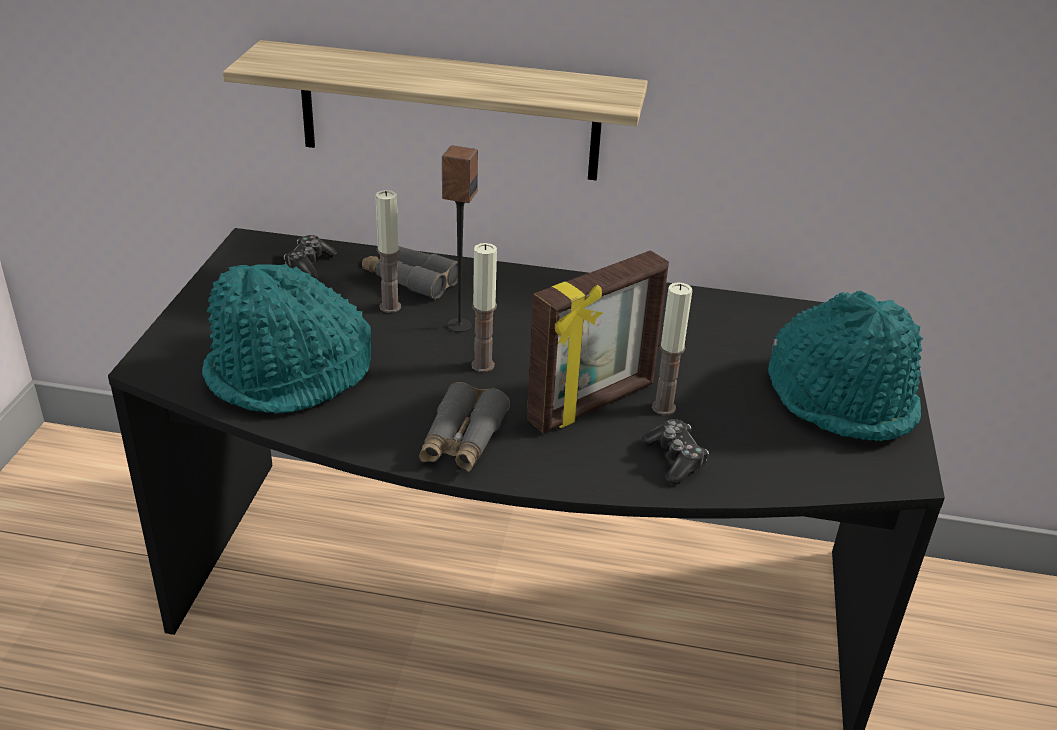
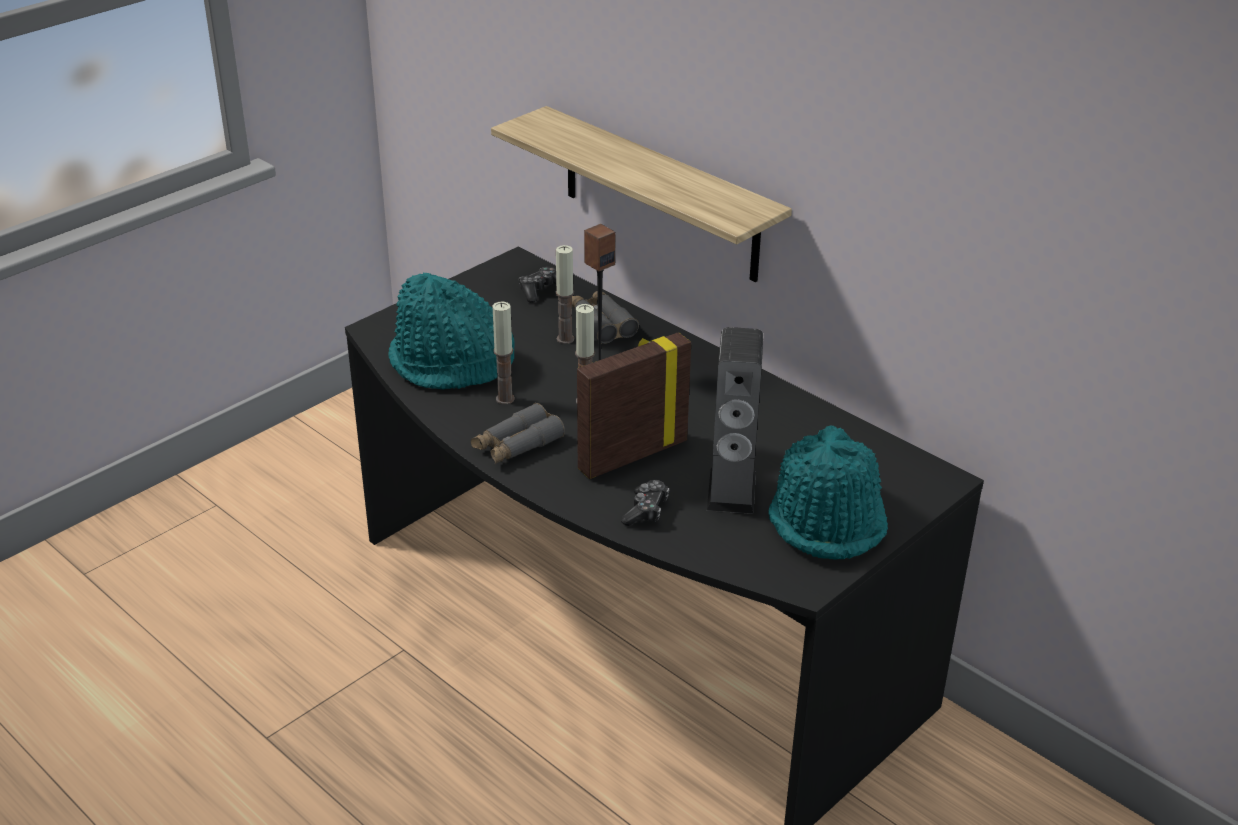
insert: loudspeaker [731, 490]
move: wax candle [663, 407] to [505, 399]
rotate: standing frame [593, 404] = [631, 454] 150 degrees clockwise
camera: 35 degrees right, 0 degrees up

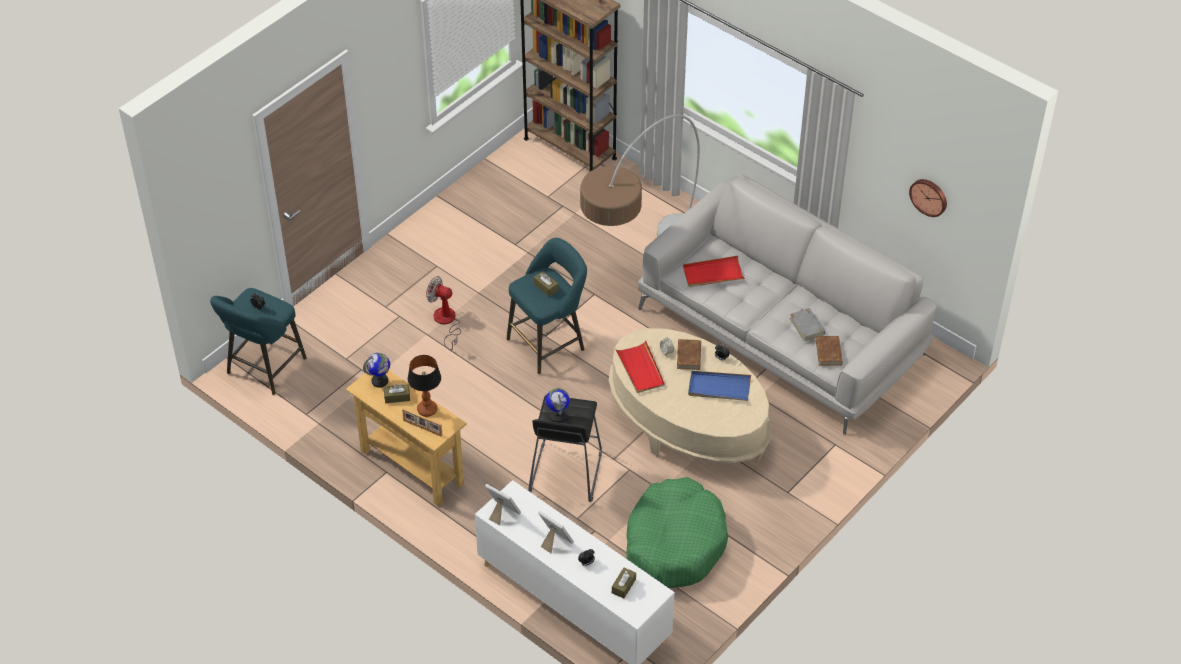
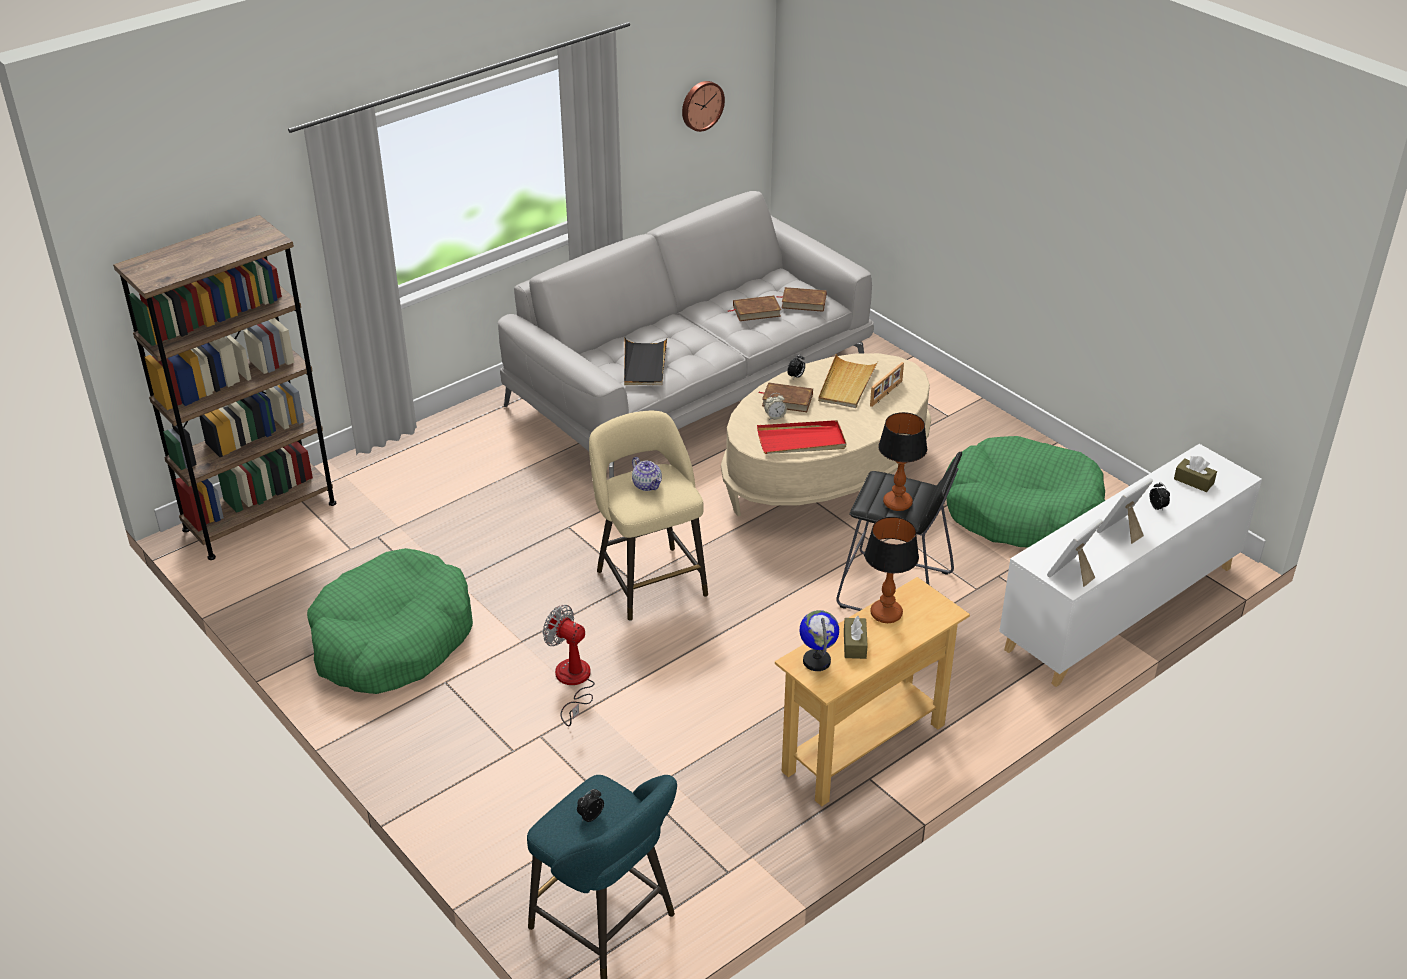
delete: standard lamp [639, 267]
insert: dog bed (green-coloured) [392, 639]
move: standing frame [422, 428] to [887, 393]
replace: tissue holder (brown-coloured) [546, 287] to pot for tea [647, 485]; desk globe [557, 416] to lamp for a table [897, 503]
recolor: sitting stool (turquoise-coloured) [549, 343] to sitting stool (beige-coloured) [649, 579]; serving tray (reddish) [713, 274] to serving tray (blackish) [644, 365]; serving tray (blue-coloured) [719, 388] to serving tray (beige-coloured) [846, 384]; volume (gray) [807, 326] to volume (brown-coloured) [756, 311]
rotate: electric fan [446, 322] = [573, 682] 90 degrees clockwise
camera: 80 degrees left, 10 degrees down

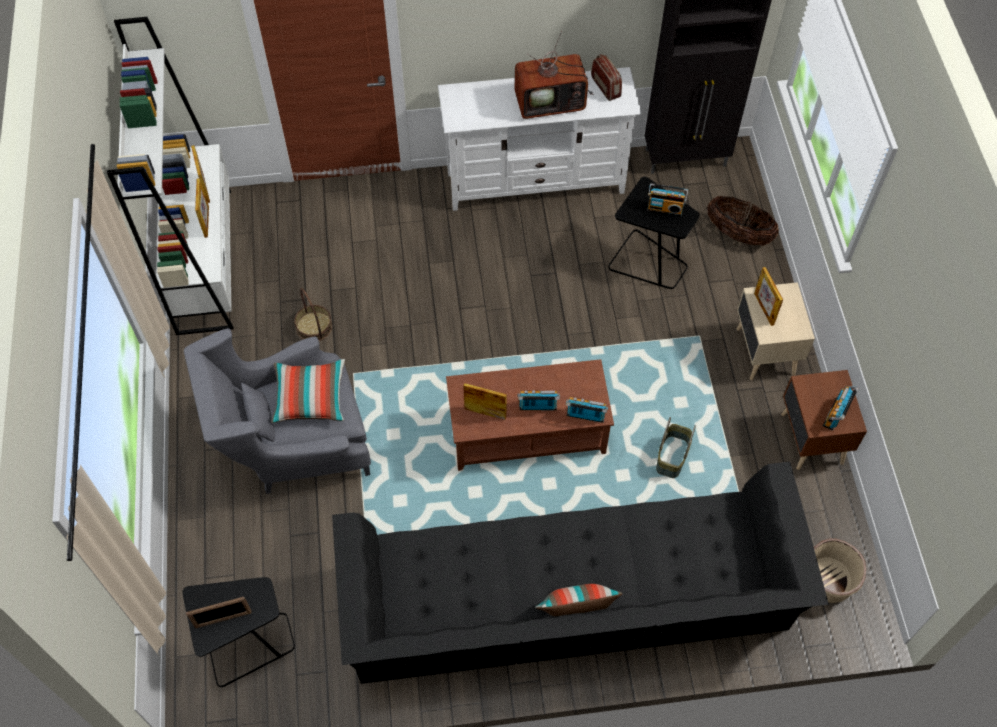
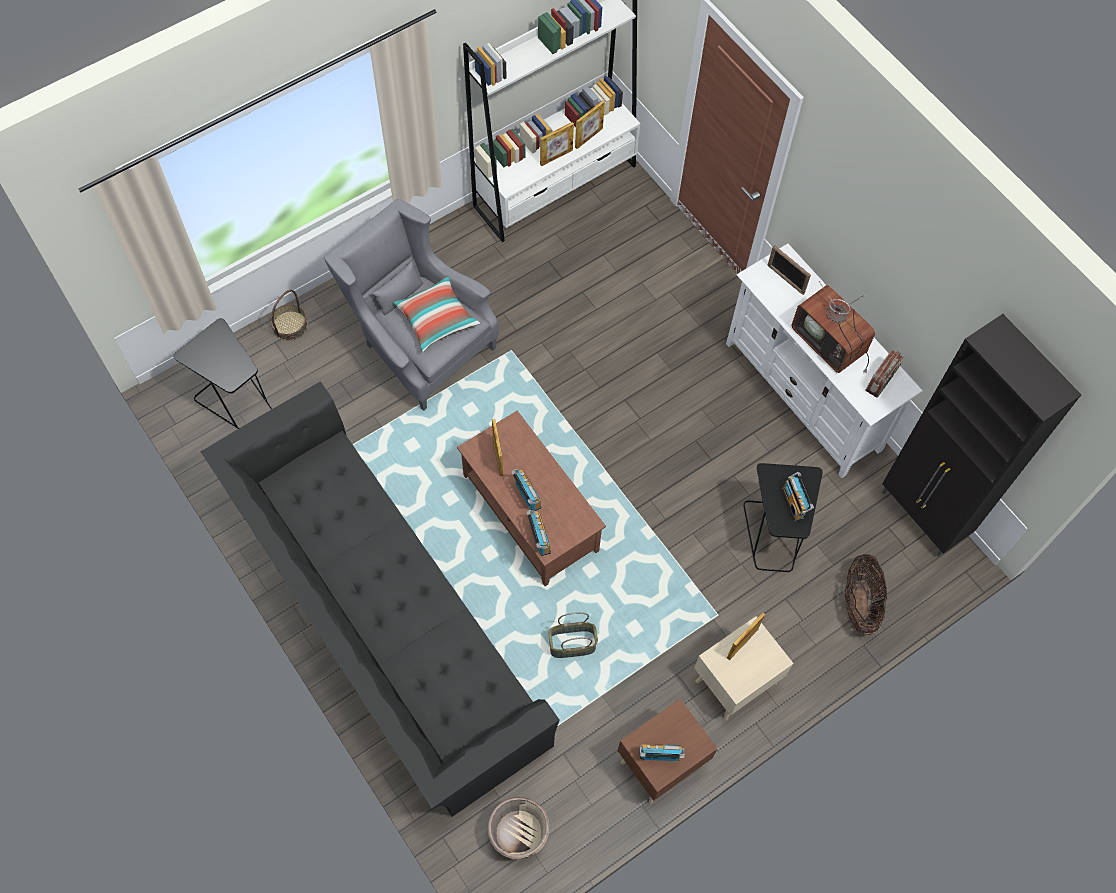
delete: pillow [575, 612]
move: standing frame [223, 619] to [785, 279]; storage basket [314, 326] to [290, 325]
camera: 60 degrees right, 5 degrees up

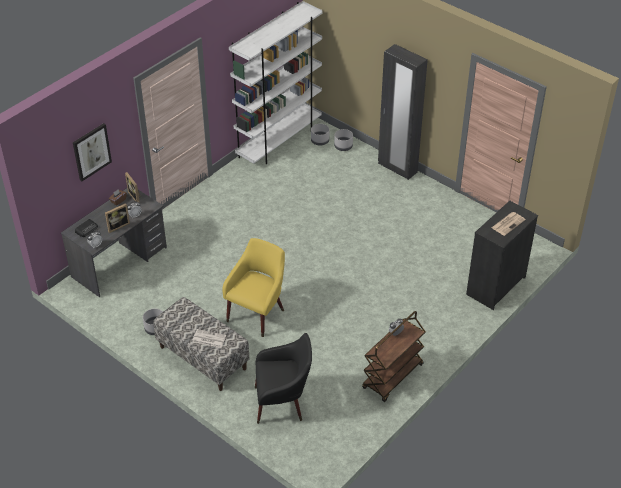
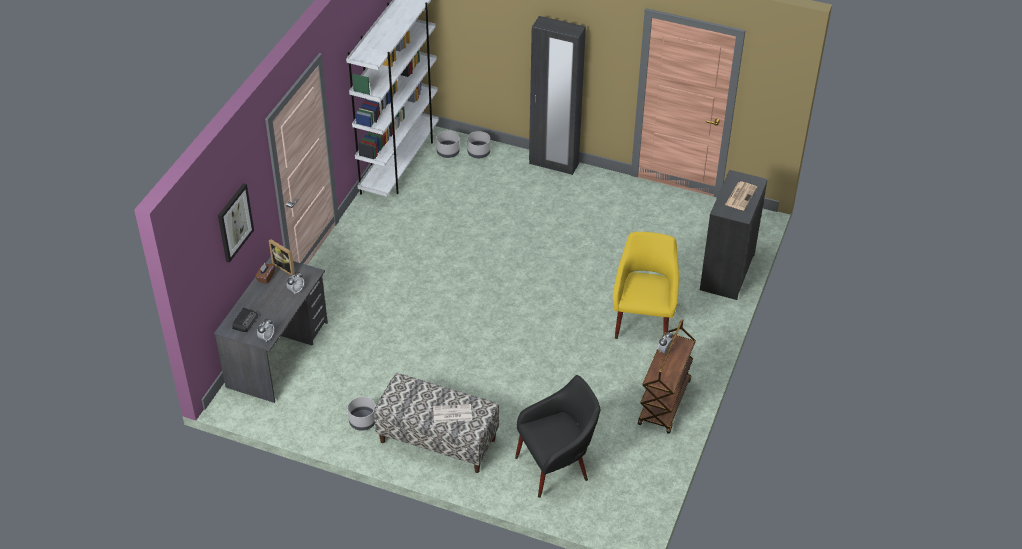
delete: standing frame [117, 226]
move: armchair (yellowish) [257, 312] to [643, 320]
camera: 20 degrees left, 0 degrees up

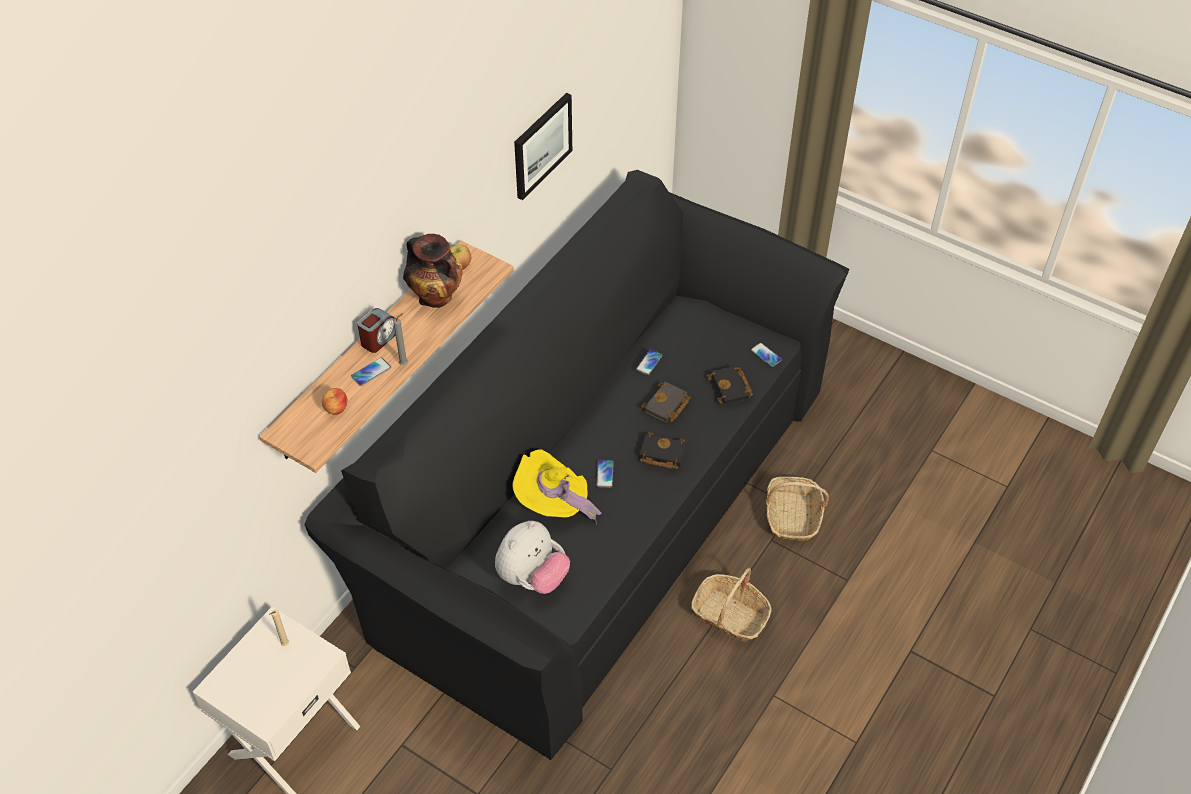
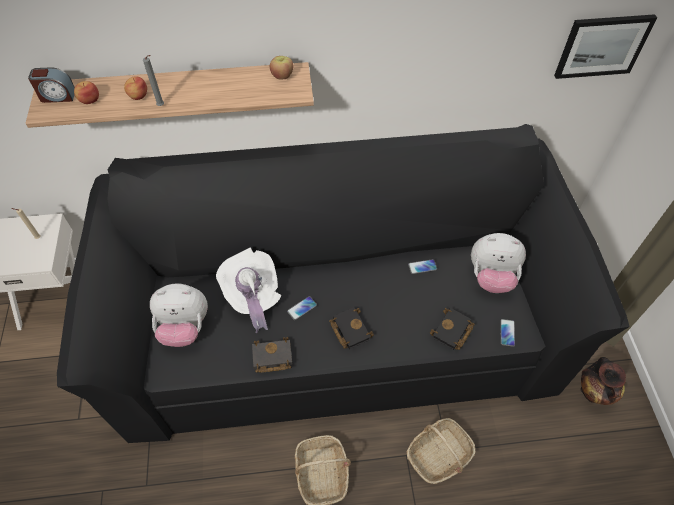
insert: soft toy [491, 277]
move: table clock [379, 339] to [57, 96]; flower vase [436, 298] to [593, 394]; wall art [541, 145] to [602, 46]; volume (blackish) [666, 406] to [271, 358]
replace: handset [371, 372] to apple [138, 95]
recolor: clothing hat (yellowish) [554, 503] to clothing hat (white-coloured) [252, 296]
camera: 50 degrees right, 5 degrees up

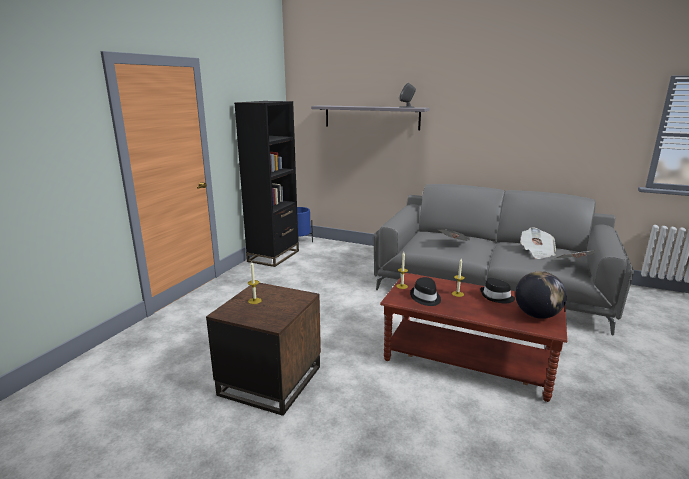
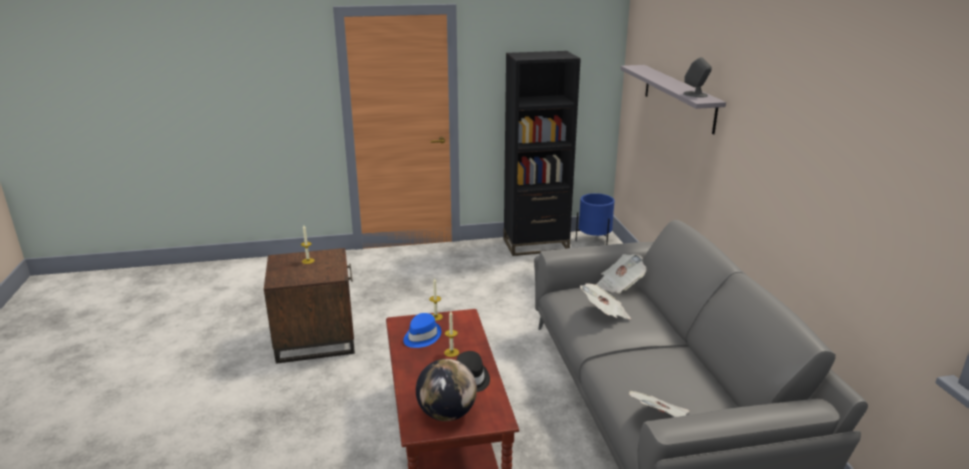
move: daily paper [536, 252] to [619, 285]
recolor: clothing hat (blackish) [425, 297] to clothing hat (blue-coloured) [421, 337]
camera: 55 degrees right, 5 degrees up

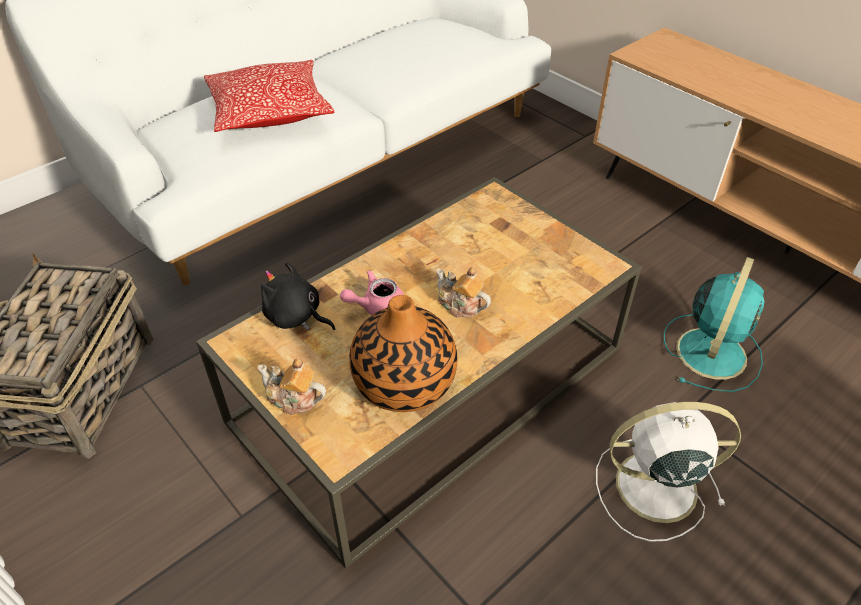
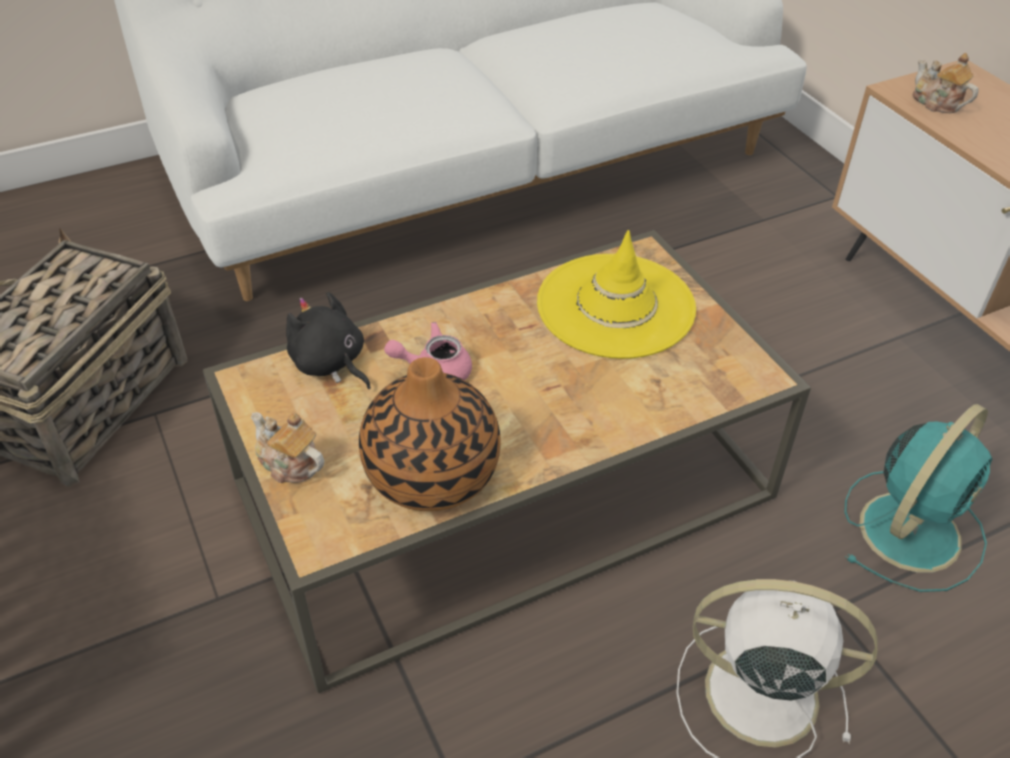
delete: pillow [270, 112]
insert: clothing hat (yellowish) [615, 306]
move: pot for tea [460, 305] to [936, 103]
camera: 15 degrees right, 0 degrees up

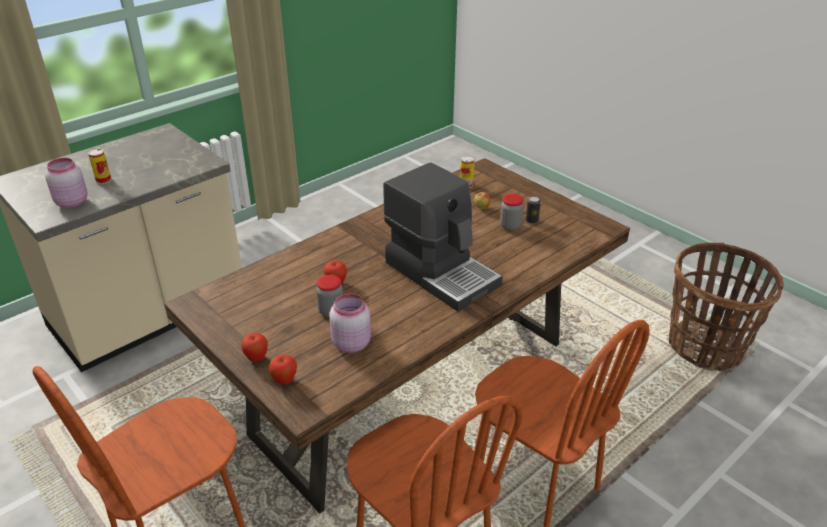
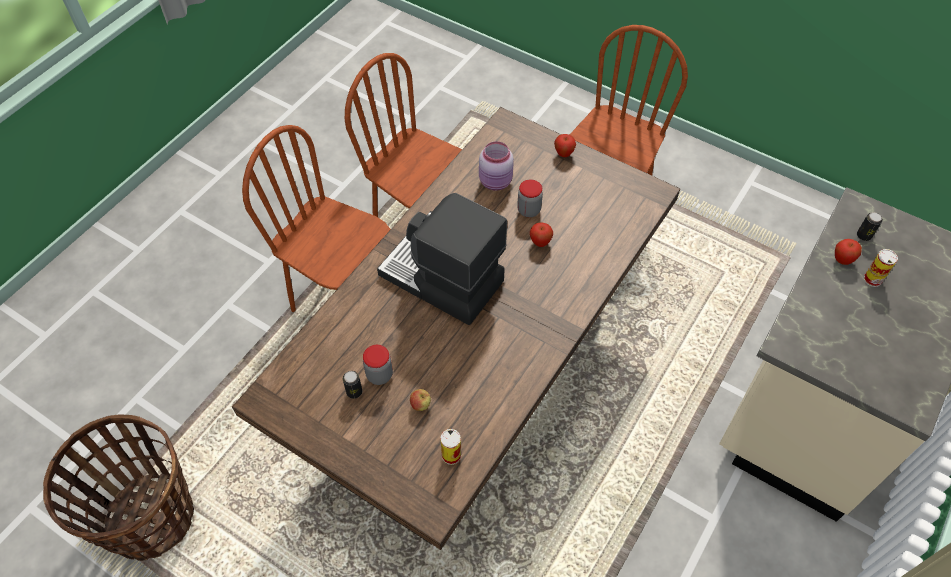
move: apple [284, 380] to [842, 260]
replace: preserve jar (pink) [72, 202] to metal can [863, 235]
camera: 165 degrees right, 20 degrees up

